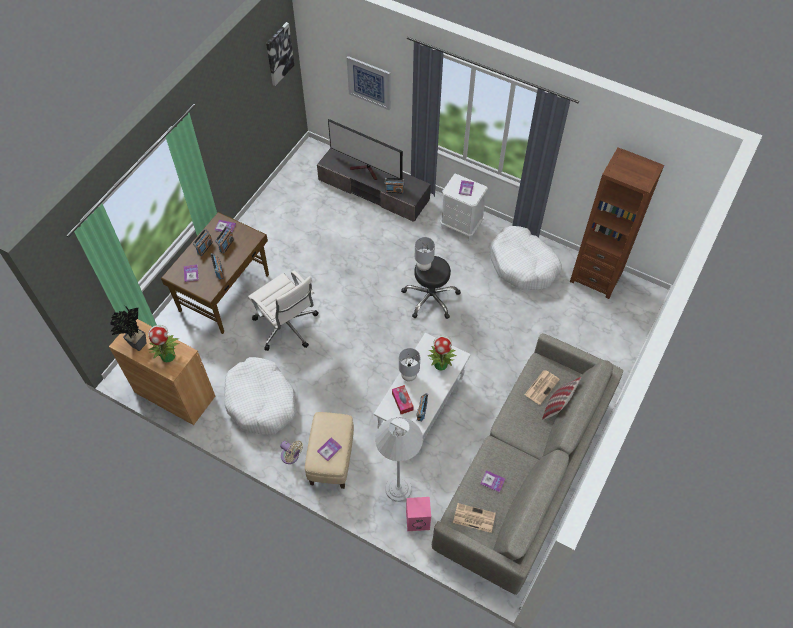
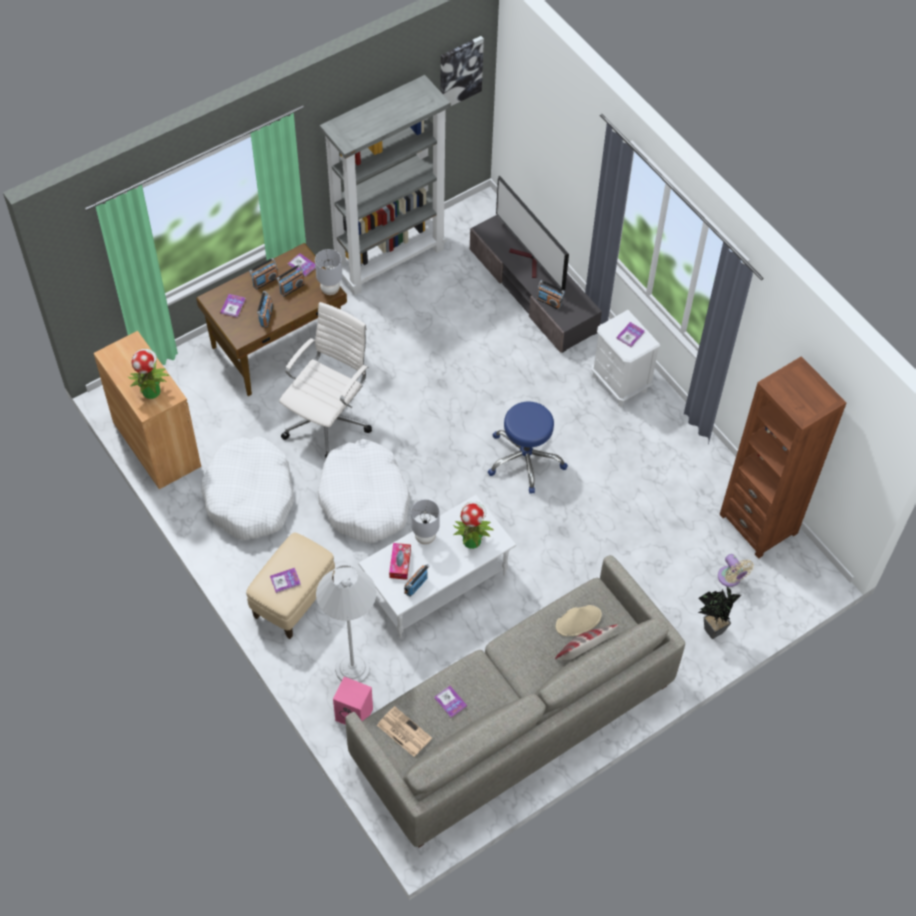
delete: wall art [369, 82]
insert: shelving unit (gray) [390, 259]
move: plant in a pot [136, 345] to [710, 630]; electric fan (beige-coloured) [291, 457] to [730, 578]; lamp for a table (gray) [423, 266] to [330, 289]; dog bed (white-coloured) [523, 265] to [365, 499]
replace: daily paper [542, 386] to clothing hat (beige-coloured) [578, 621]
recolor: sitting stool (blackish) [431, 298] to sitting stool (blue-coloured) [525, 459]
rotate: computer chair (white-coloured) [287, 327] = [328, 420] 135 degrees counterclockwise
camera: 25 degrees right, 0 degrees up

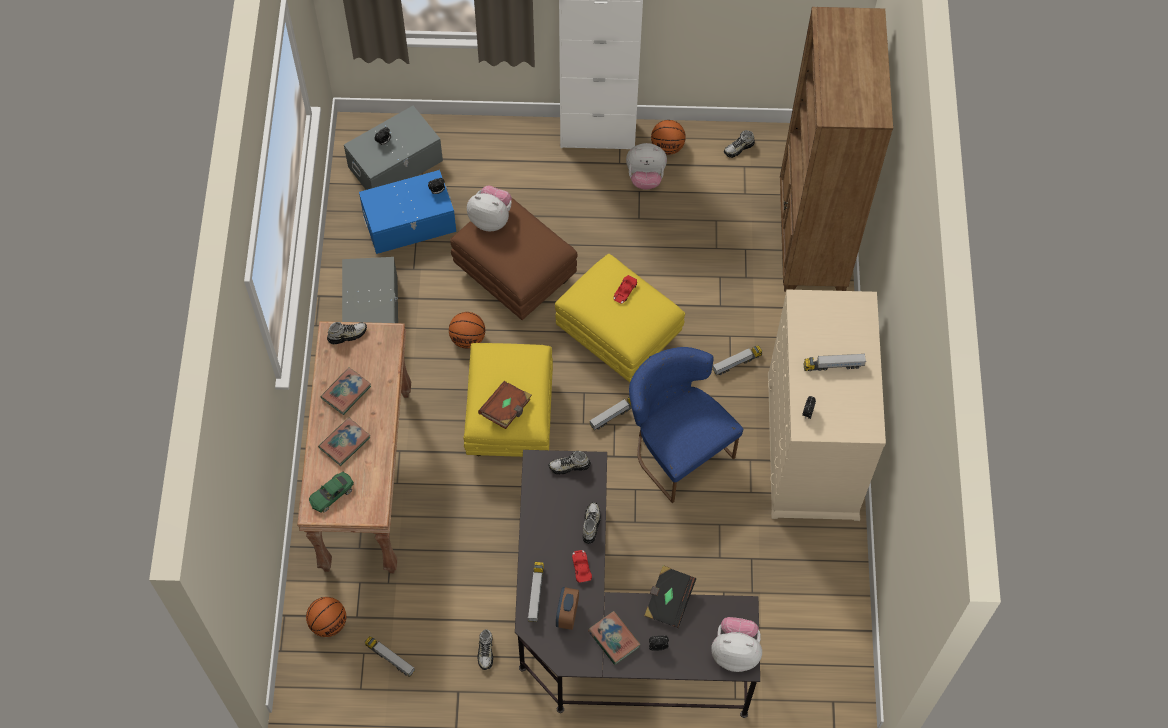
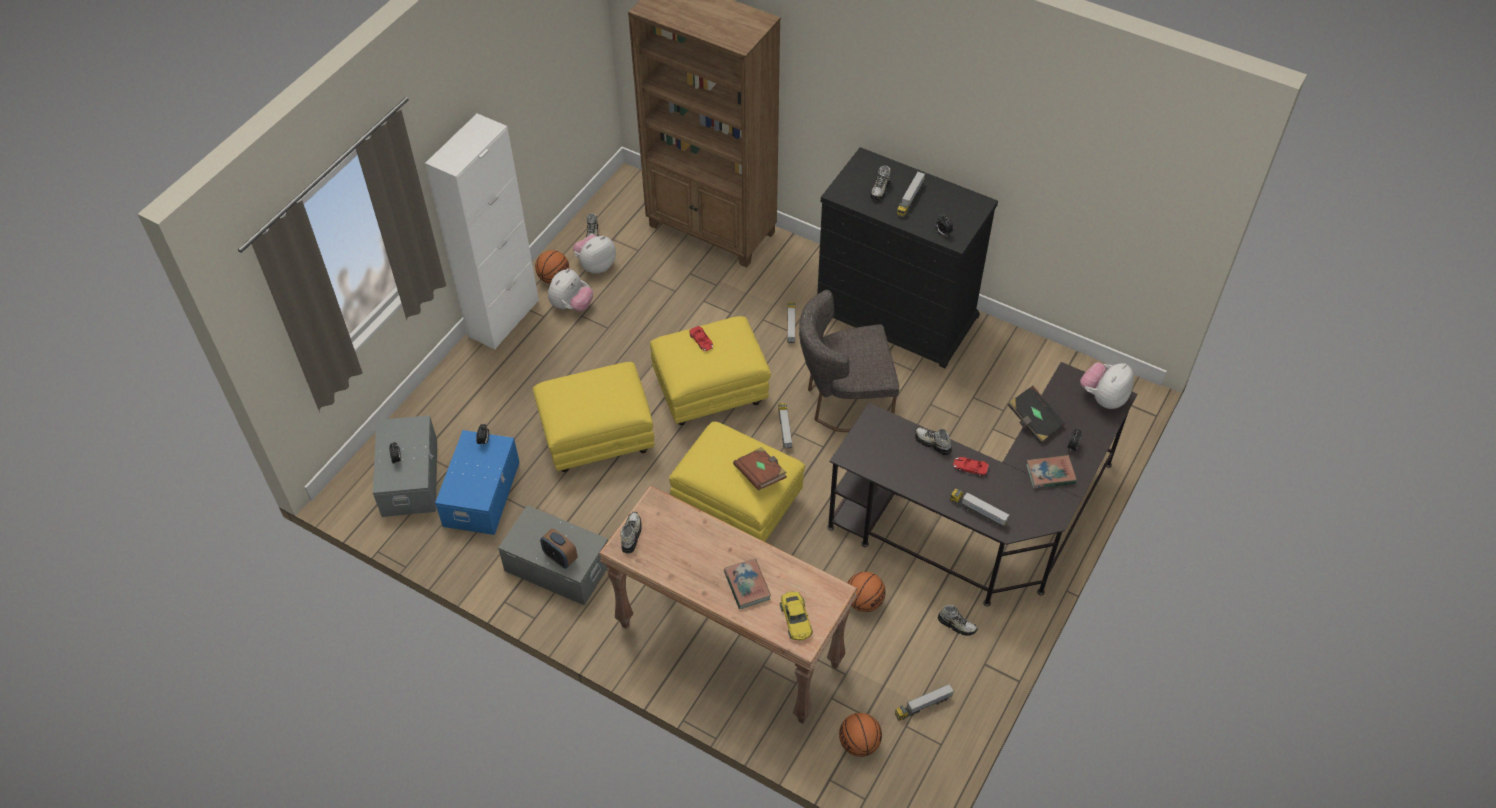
delete: volume [346, 392]
move: basketball ball [467, 338] to [864, 601]; soft toy [491, 219] to [595, 265]; item of footwear [569, 466] to [880, 190]; table clock [567, 614] to [560, 558]
recolor: model car (green-coloured) [331, 494] to model car (yellowish) [796, 619]; ottoman (brown-coloured) [514, 274] to ottoman (yellowish) [596, 438]; plain chair (blue-coloured) [676, 448] to plain chair (gray) [843, 401]; chest of drawers (beige-coloured) [812, 446] to chest of drawers (blackish) [896, 313]
camera: 60 degrees left, 10 degrees down

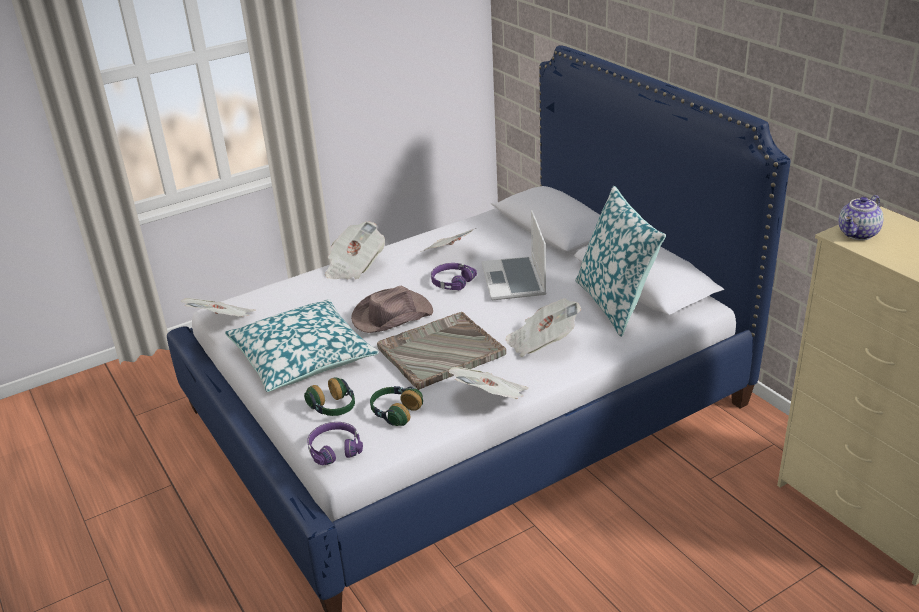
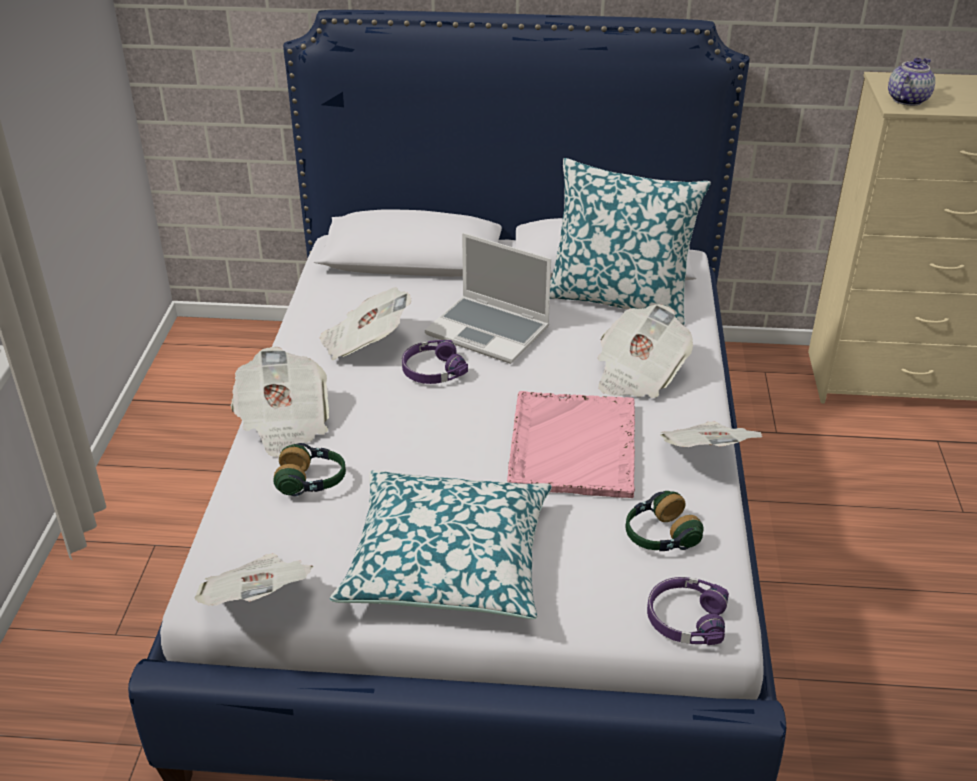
delete: clothing hat (brown-coloured) [391, 316]
move: headphones [334, 408] to [312, 482]
recolor: serving tray (gray) [440, 352] to serving tray (pink) [572, 447]
rotate: pot for tea [858, 234] = [906, 99] 135 degrees counterclockwise
camera: 55 degrees left, 5 degrees up

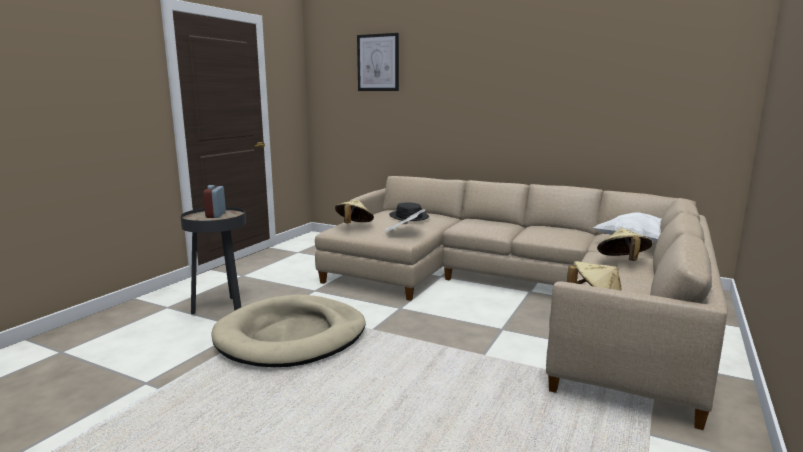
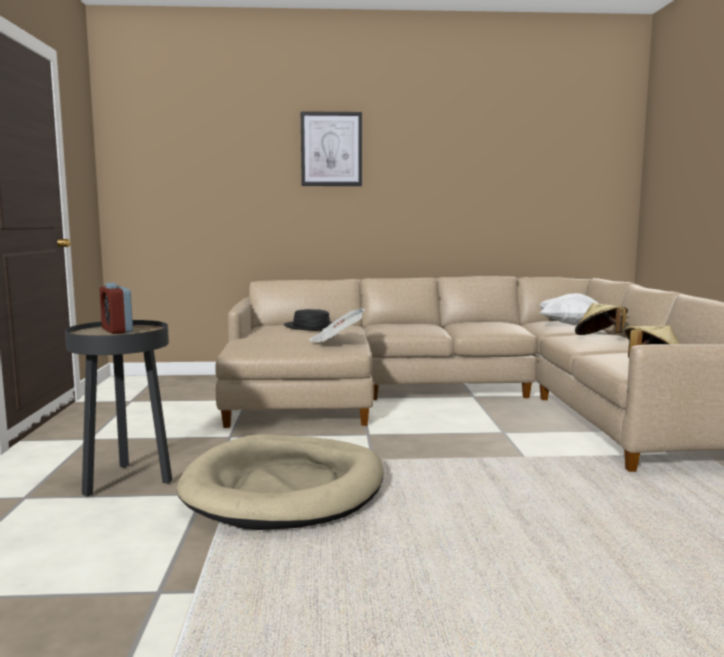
delete: clothing hat (beige-coloured) [354, 225]
move: wall art [378, 62] to [331, 149]
camera: 30 degrees left, 5 degrees down

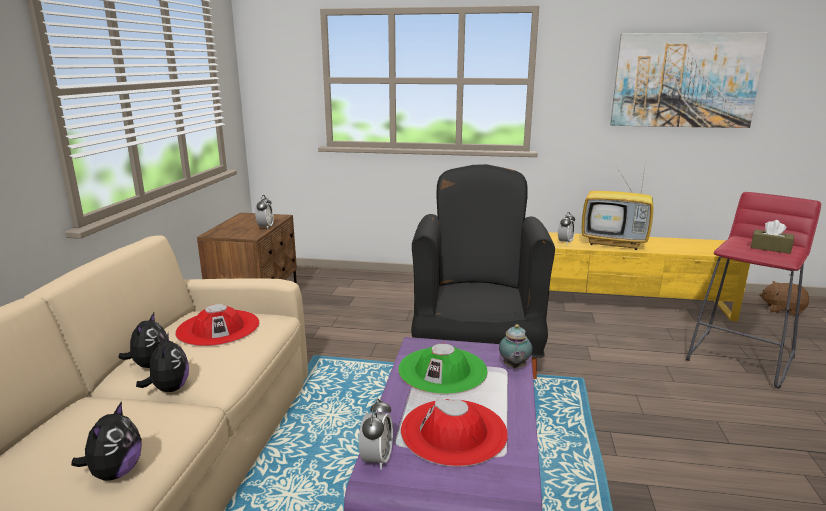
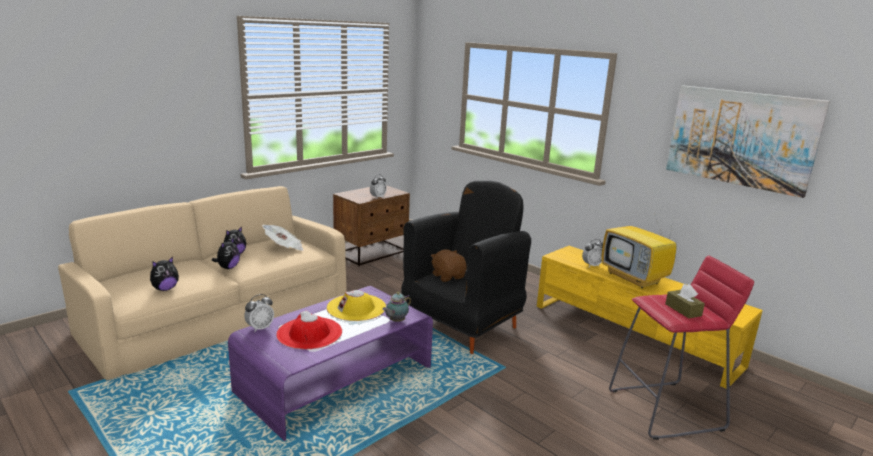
move: soft toy (brown-coloured) [782, 309] to [448, 276]
replace: clothing hat (reddish) [218, 328] to daily paper [284, 248]
recolor: clothing hat (green-coloured) [442, 370] to clothing hat (yellowish) [356, 307]
camera: 35 degrees right, 0 degrees up

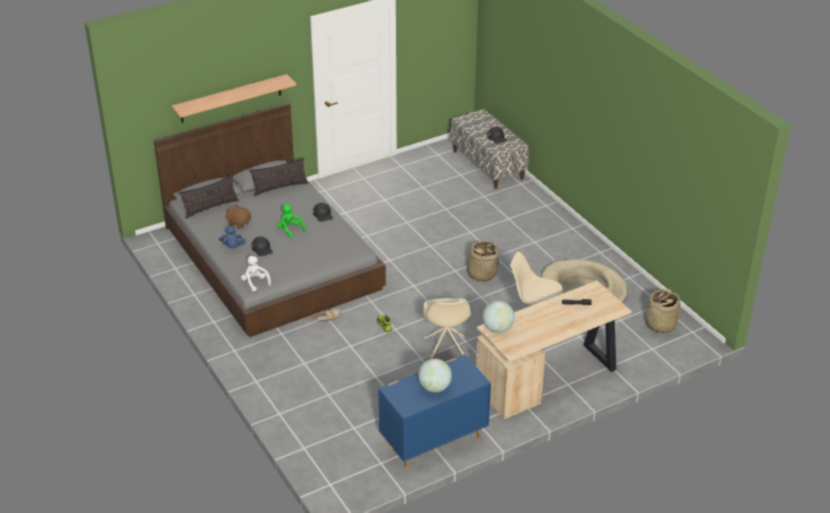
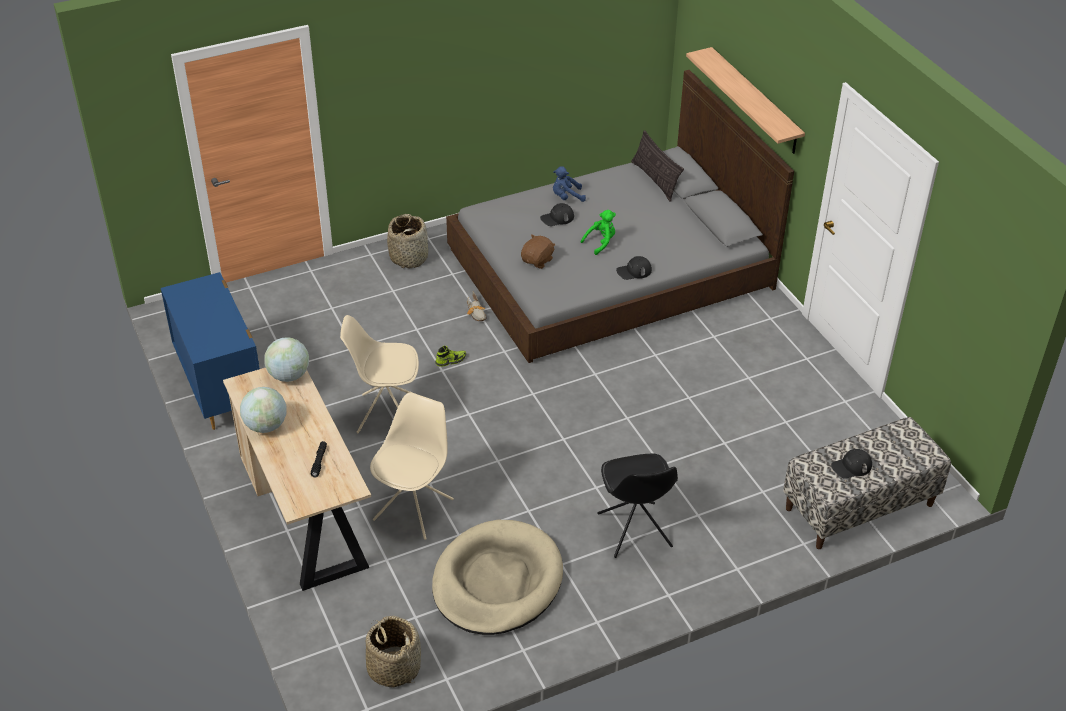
delete: soft toy (white-coloured) [255, 282]; pillow [280, 188]
insert: plain chair (blackish) [634, 531]
move: soft toy (brown-coloured) [238, 223] to [538, 261]; desk globe [434, 387] to [266, 426]; storage basket [482, 273] to [409, 257]
camera: 95 degrees right, 5 degrees up

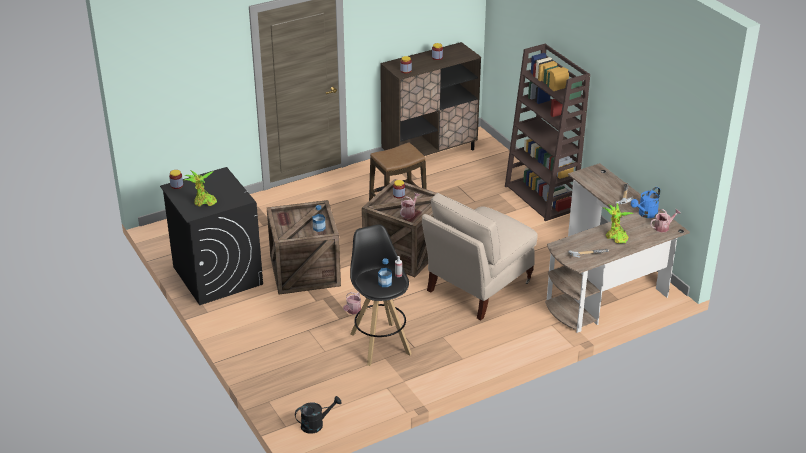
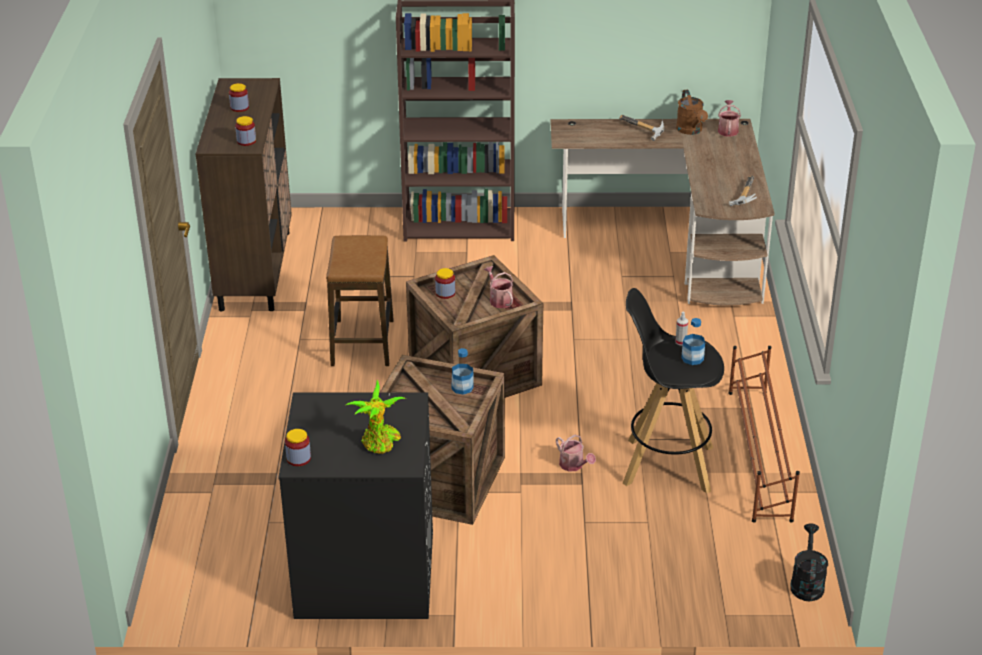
delete: plain chair (beige-coloured) [478, 287]; plant in a pot [615, 237]
insert: shoe shelf (brown-coloured) [759, 454]
recolor: watering pot (blue-coloured) [645, 214] to watering pot (brown-coloured) [691, 131]
camera: 60 degrees left, 0 degrees up

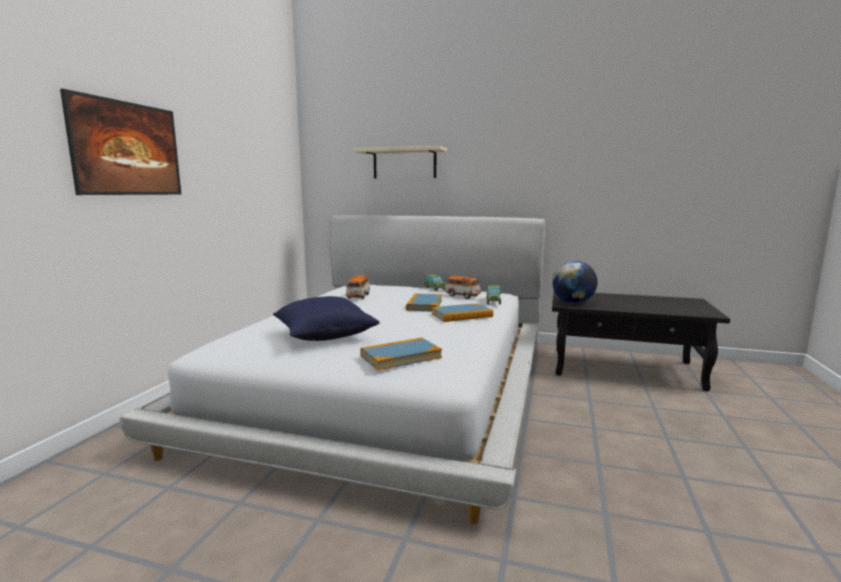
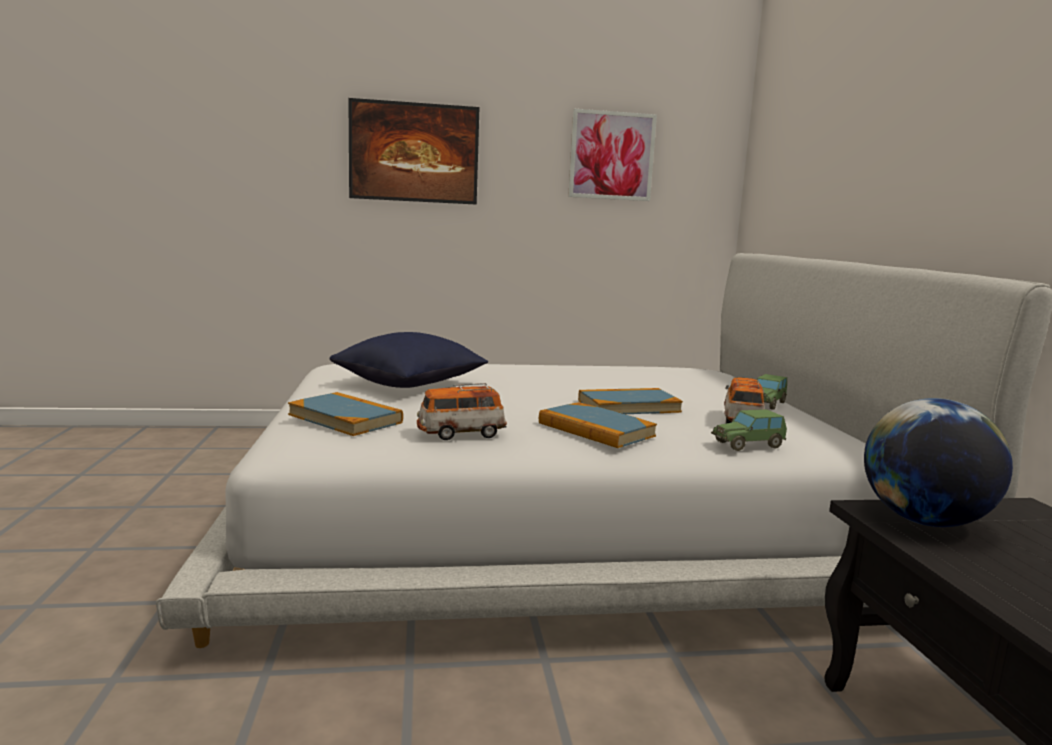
delete: shelf (beige-coloured) [404, 163]
insert: wall art [611, 156]
move: model car [358, 296] to [461, 434]
camera: 65 degrees right, 0 degrees up

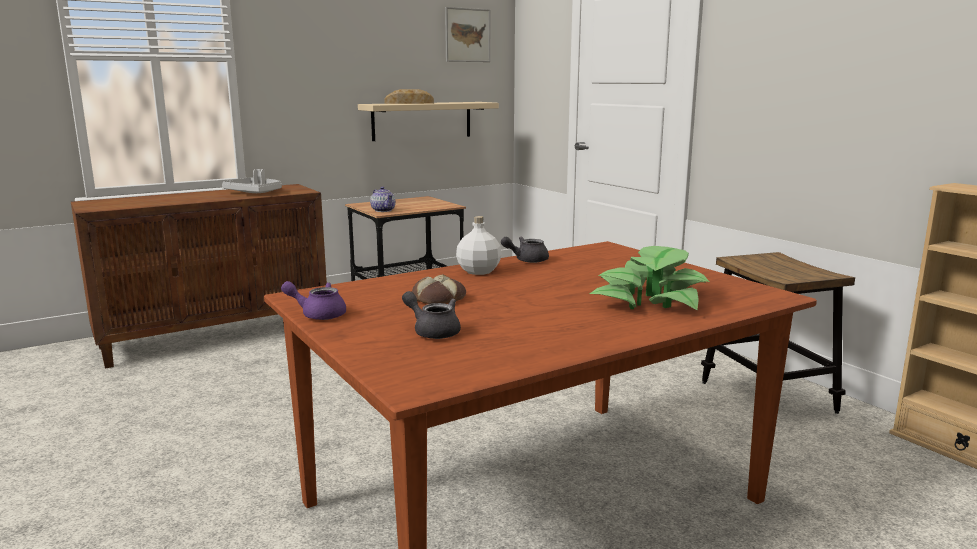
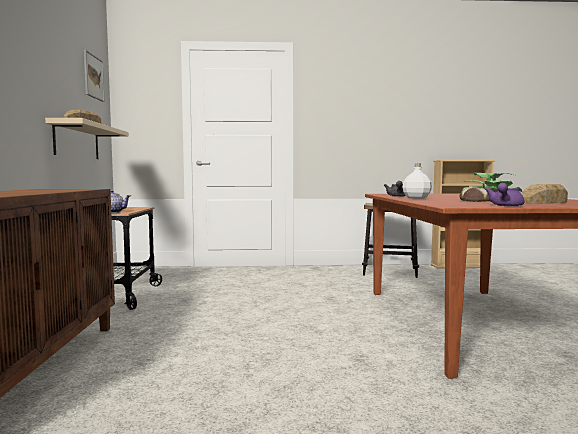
delete: serving tray (gray) [254, 192]
replace: pot for tea (gray) [433, 331] to bakery bread [544, 202]
camera: 60 degrees left, 10 degrees down

